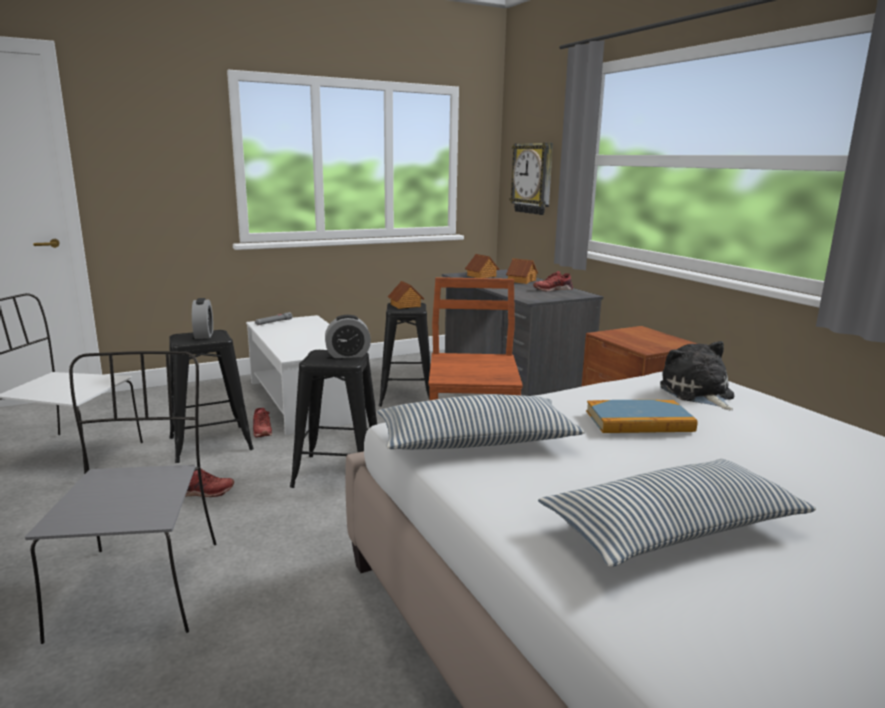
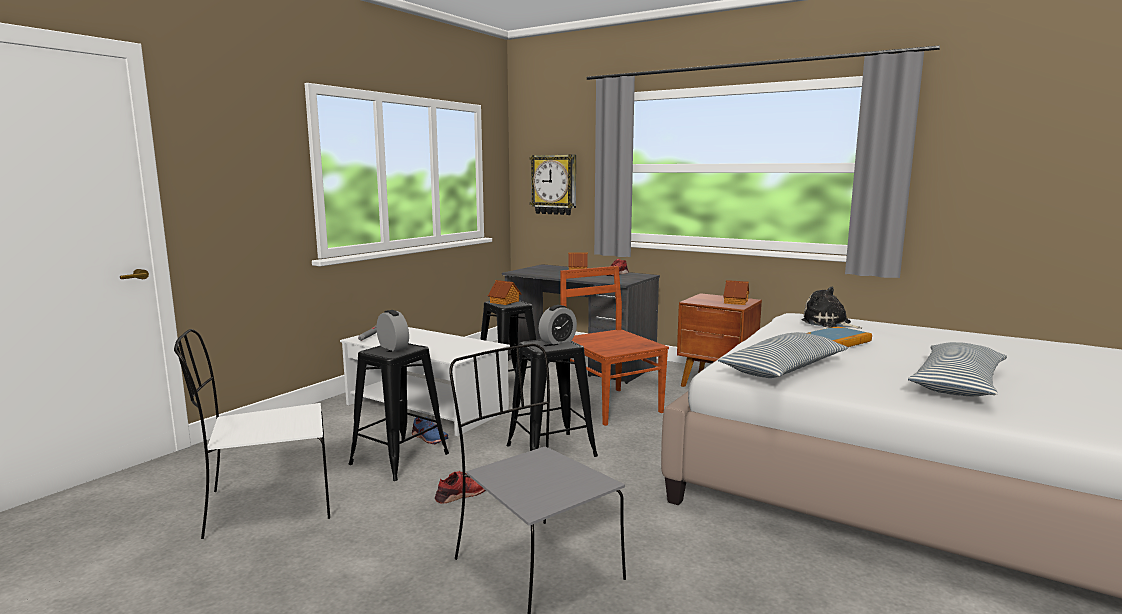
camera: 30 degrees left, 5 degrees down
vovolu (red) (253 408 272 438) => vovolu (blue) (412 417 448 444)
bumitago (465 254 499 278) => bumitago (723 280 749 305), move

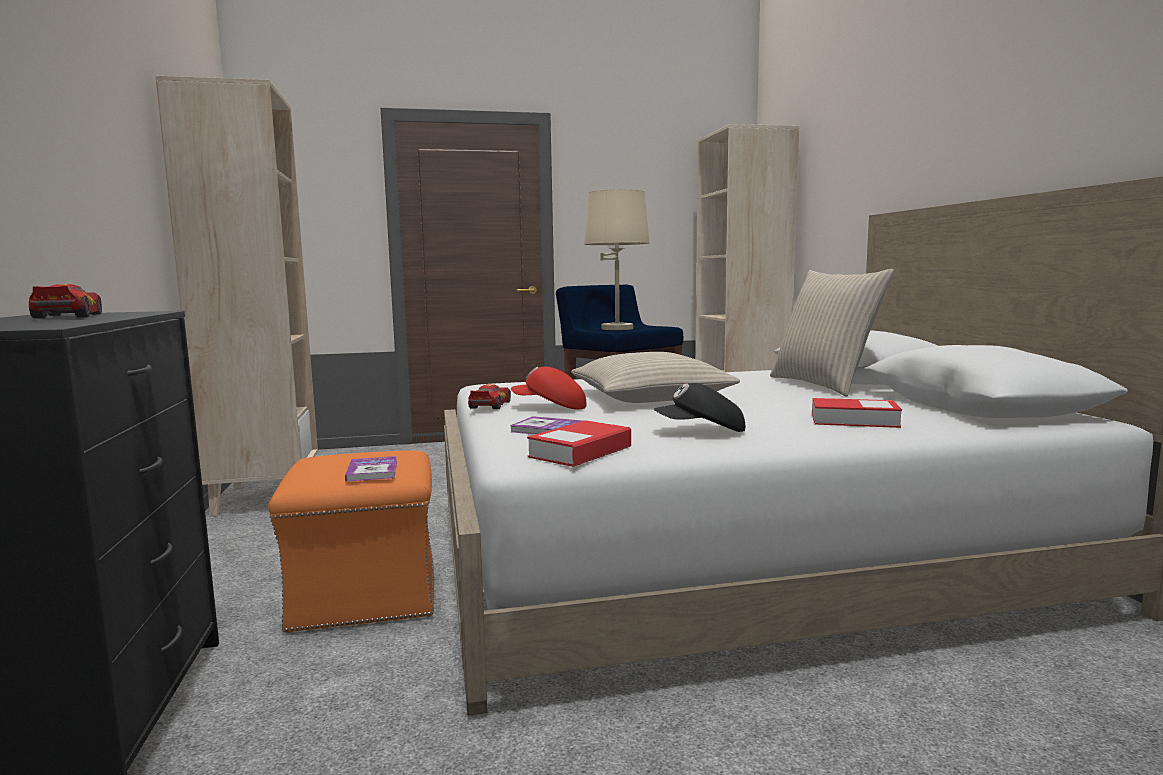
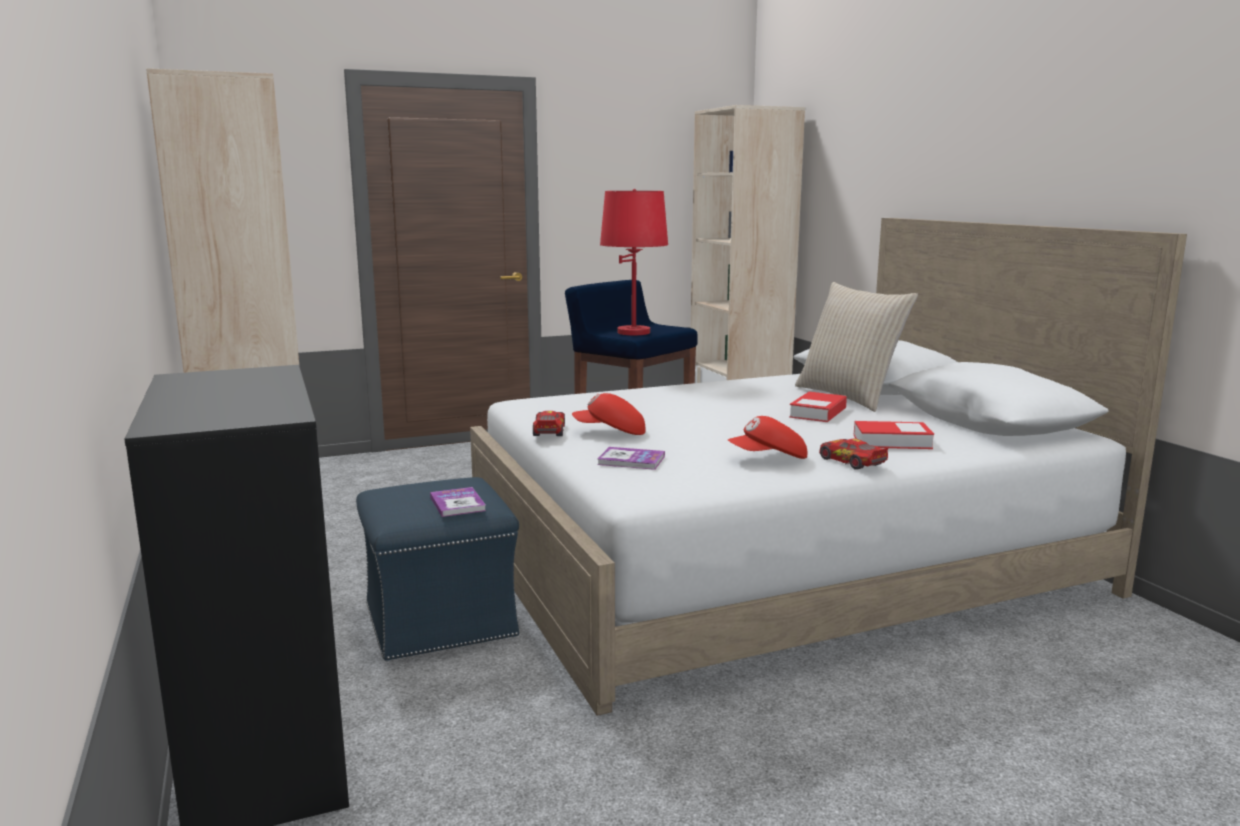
camera: 10 degrees left, 5 degrees up
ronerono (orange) (268 451 434 633) => ronerono (blue) (356 477 520 661)
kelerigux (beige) (584 189 650 330) => kelerigux (red) (600 189 668 335)
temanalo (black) (654 383 745 432) => temanalo (red) (728 416 807 459)
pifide (527 421 631 467) => pifide (789 392 847 422), move
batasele (29 284 102 319) => batasele (819 438 888 470), move
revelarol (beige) (571 352 740 403) => nothing

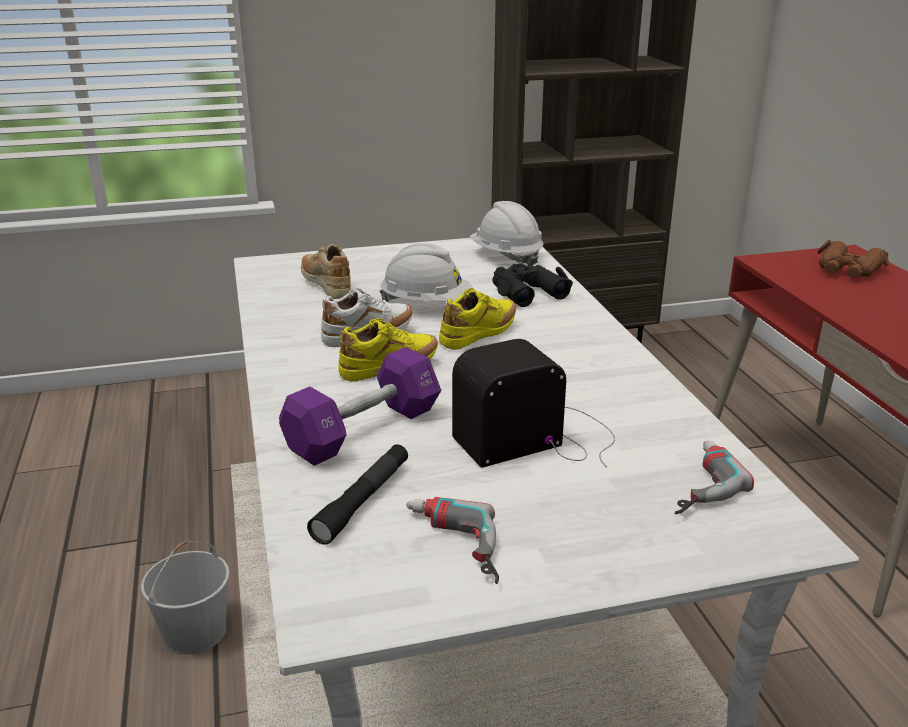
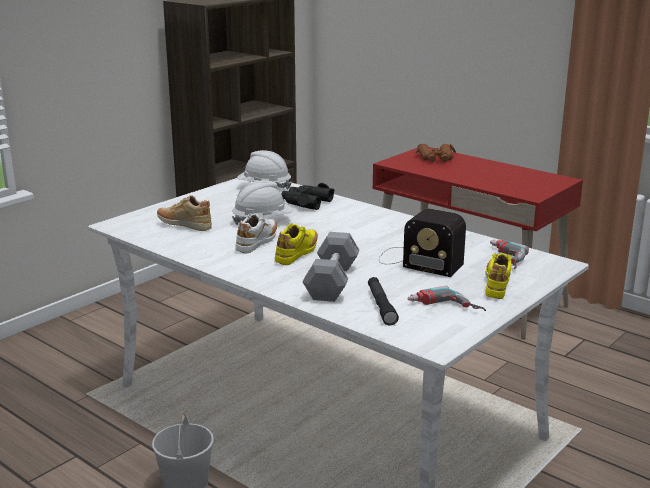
camera: 35 degrees left, 5 degrees down
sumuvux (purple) (279 347 441 466) => sumuvux (grey) (303 232 359 302)
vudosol (452 339 615 468) => vudosol (379 209 466 277), 90 degrees counterclockwise
vovolu (yellow) (439 288 516 350) => vovolu (yellow) (485 253 512 299), move

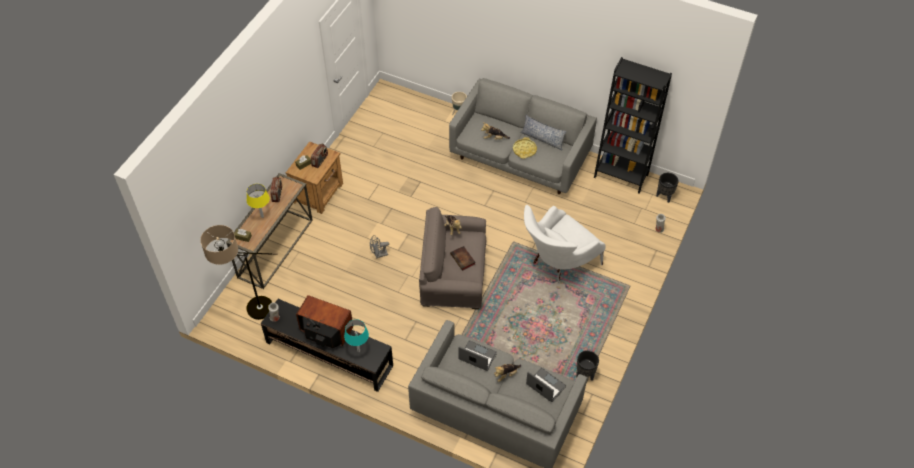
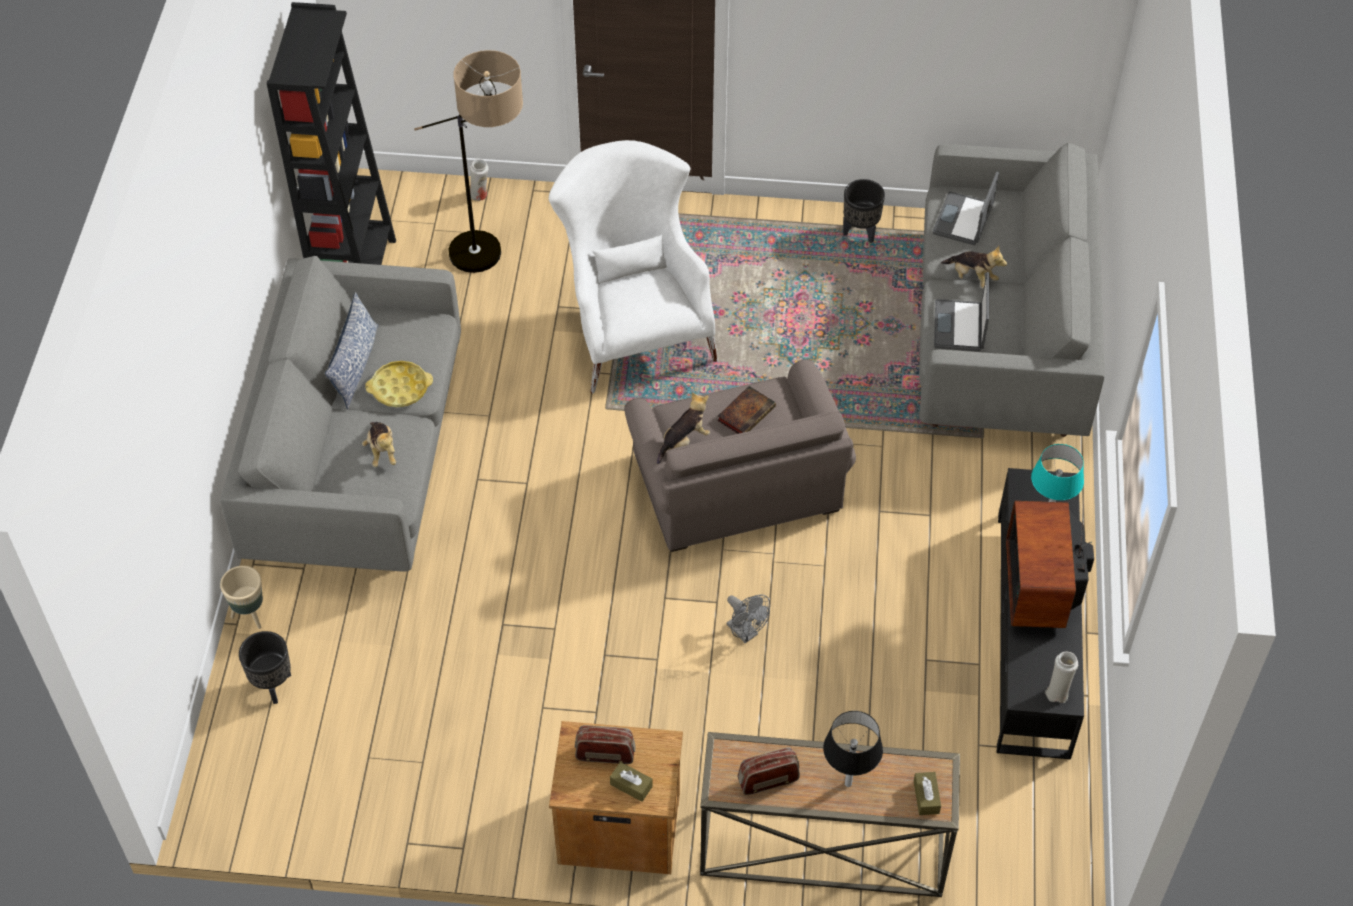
camera: 110 degrees left, 0 degrees up
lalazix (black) (656 173 679 203) => lalazix (black) (239 631 291 704), move
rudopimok (200 225 278 320) => rudopimok (414 50 523 273), move
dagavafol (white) (524 205 606 284) => dagavafol (white) (549 140 718 394), 135 degrees counterclockwise
kelerigux (yellow) (247 184 270 218) => kelerigux (black) (823 711 883 787)

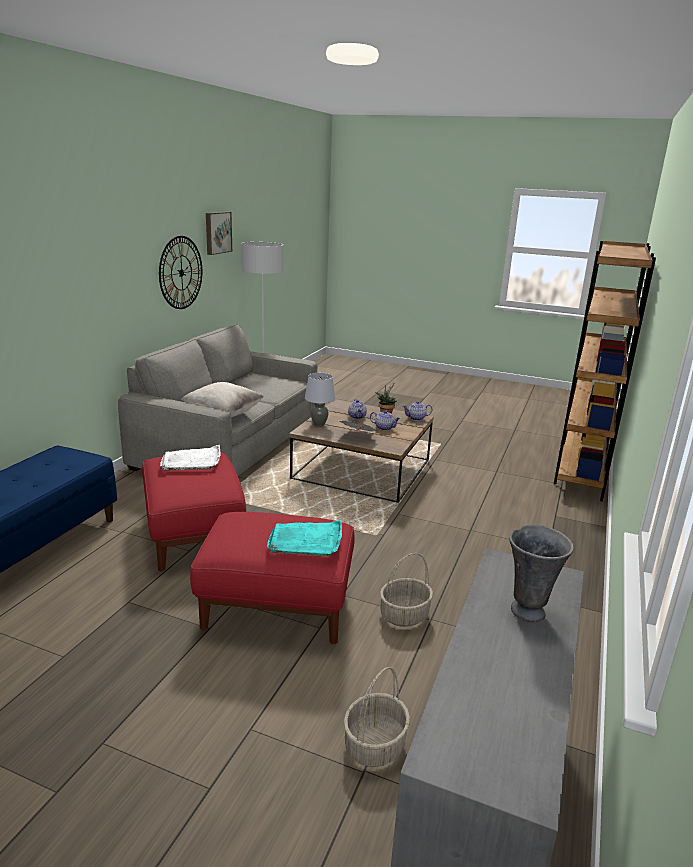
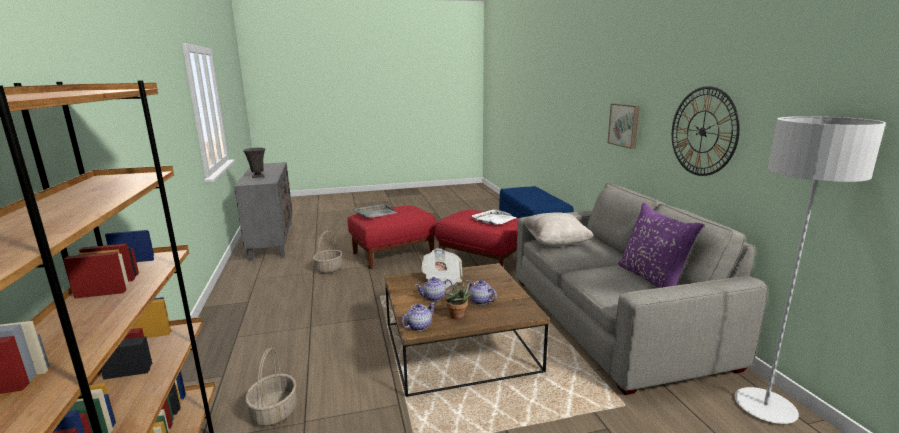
camera: 145 degrees right, 5 degrees down
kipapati (344 667 410 767) => kipapati (245 348 297 426), move
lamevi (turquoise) (267 520 342 557) => lamevi (grey) (355 204 397 218)
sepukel (206 212 232 255) => sepukel (608 104 640 149), move
nothing => revelarol (purple) (618 202 704 288)
kelerigux (grey) (305 373 335 426) => nothing

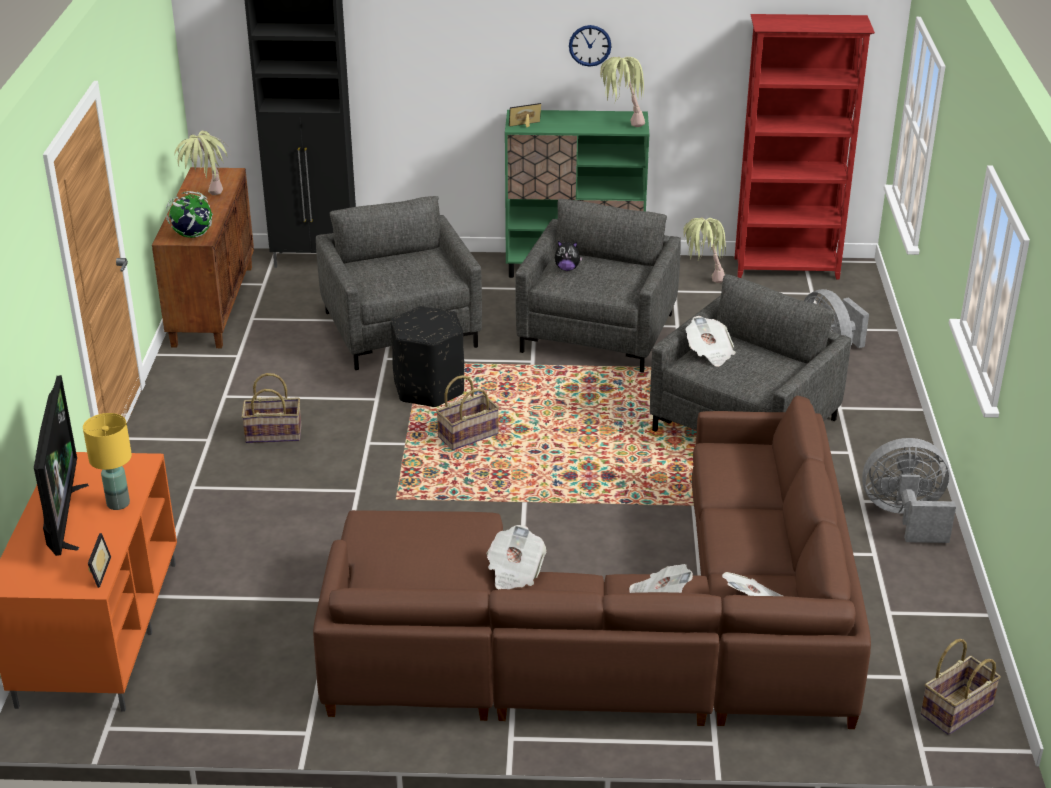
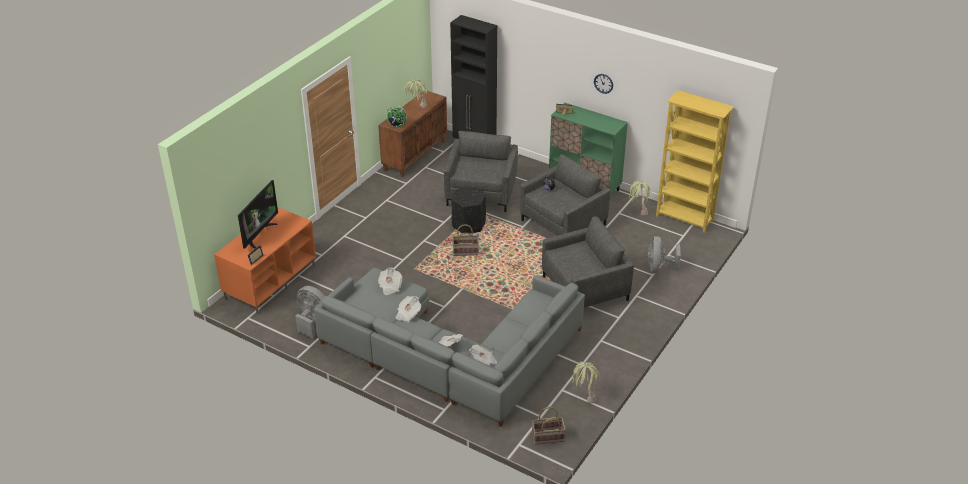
camera: 30 degrees right, 5 degrees up
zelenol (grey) (862 438 956 543) => zelenol (grey) (295 286 325 338), move
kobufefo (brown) (313 396 871 729) => kobufefo (grey) (314 268 585 427)
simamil (686 316 736 367) => simamil (378 268 402 295), move
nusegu (600 57 645 127) => nusegu (572 362 600 403), move
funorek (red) (735 14 875 280) => funorek (yellow) (656 90 734 233)
kelerigux (yellow) (83 413 132 510) => nothing
kipapati (241 373 301 443) => nothing

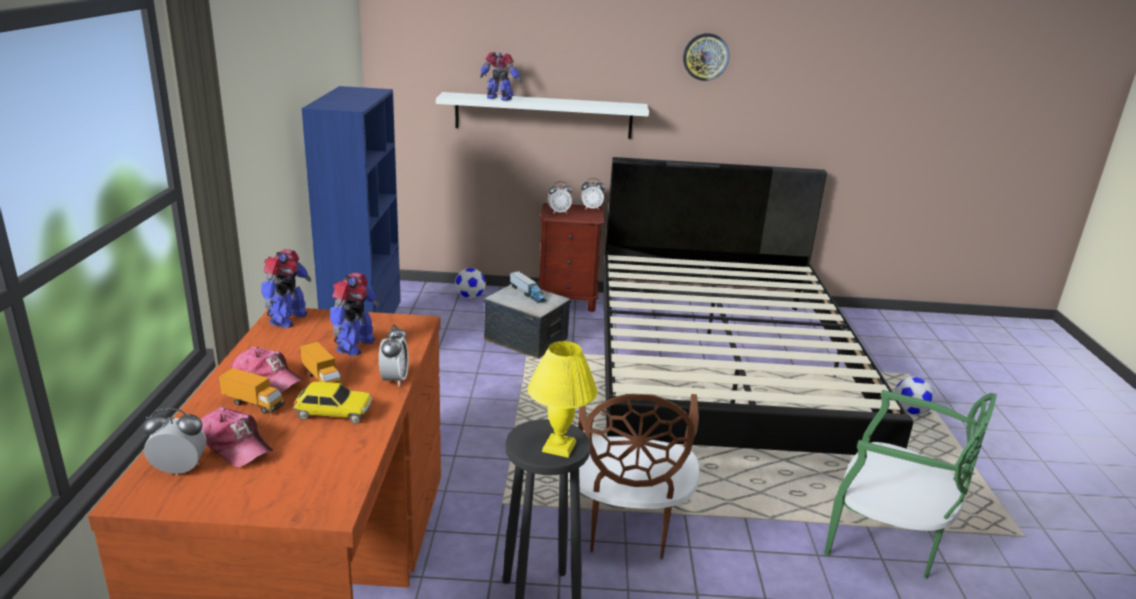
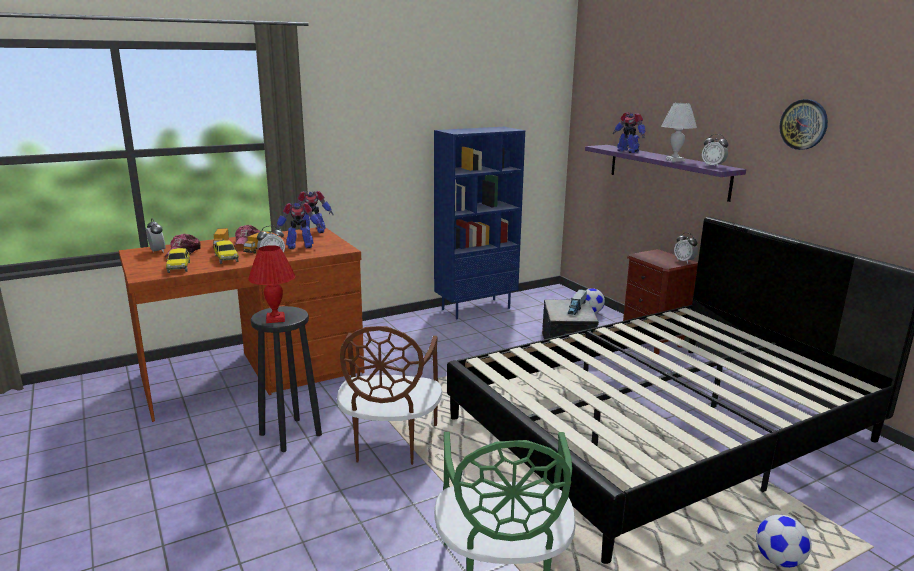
camera: 60 degrees right, 5 degrees down
nothing => batasele (166 248 190 273)
kelerigux (yellow) (528 341 598 458) => kelerigux (red) (248 245 296 323)
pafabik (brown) (568 394 700 559) => pafabik (brown) (337 326 442 465), 60 degrees counterclockwise
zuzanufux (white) (436 92 649 139) => zuzanufux (purple) (585 145 746 202)
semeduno (480 52 522 101) => semeduno (613 113 646 153), 150 degrees clockwise
nothing => kelerigux (white) (662 103 697 162)
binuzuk (547 181 572 214) => binuzuk (702 134 728 167), move

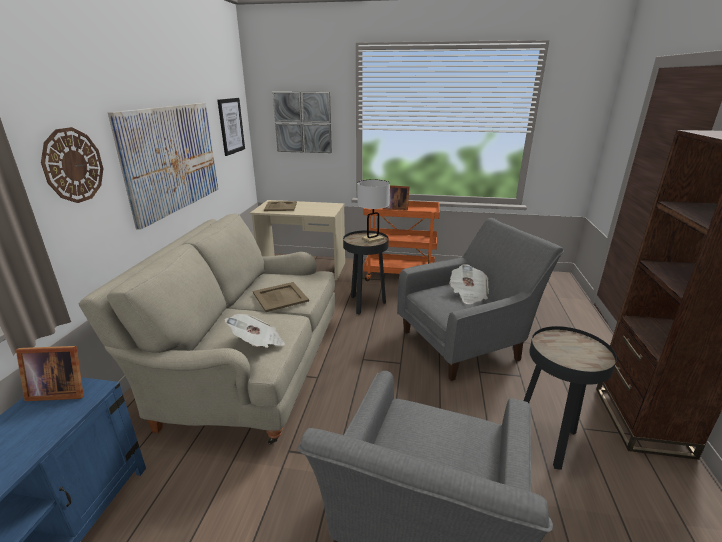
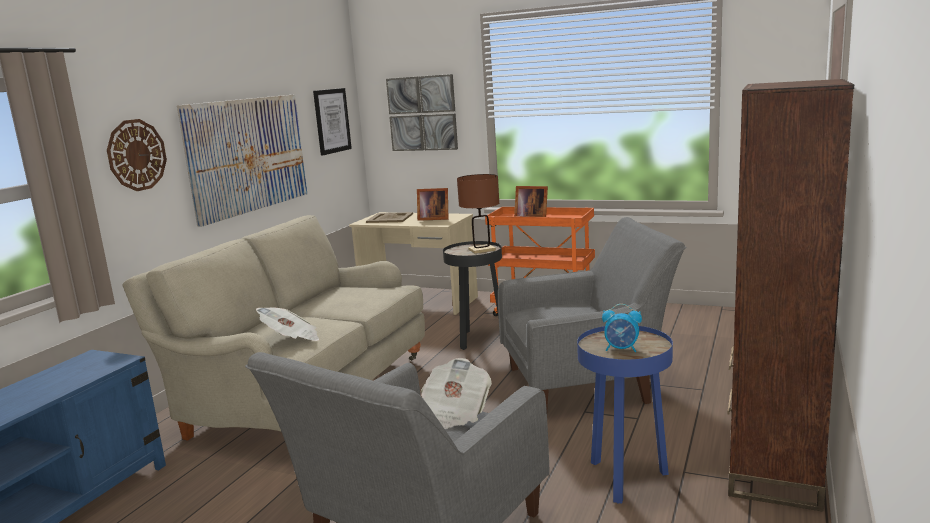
camera: 15 degrees right, 10 degrees down
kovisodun (16 346 84 401) => kovisodun (417 188 448 221), move
simamil (449 264 489 304) => simamil (421 358 492 429), move
kelerigux (white) (357 179 390 243) => kelerigux (brown) (457 174 499 253)
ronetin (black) (523 326 617 470) => ronetin (blue) (577 326 673 504)
nothing => binuzuk (602 304 642 352)
lamevi (beige) (253 282 309 312) => nothing

